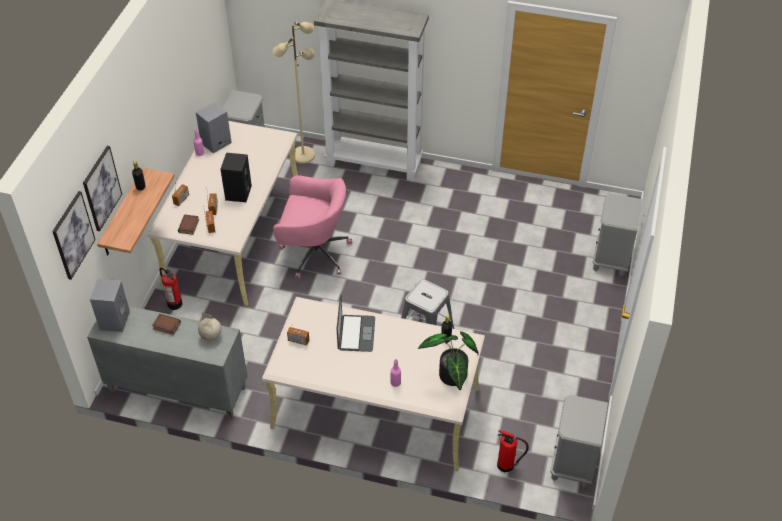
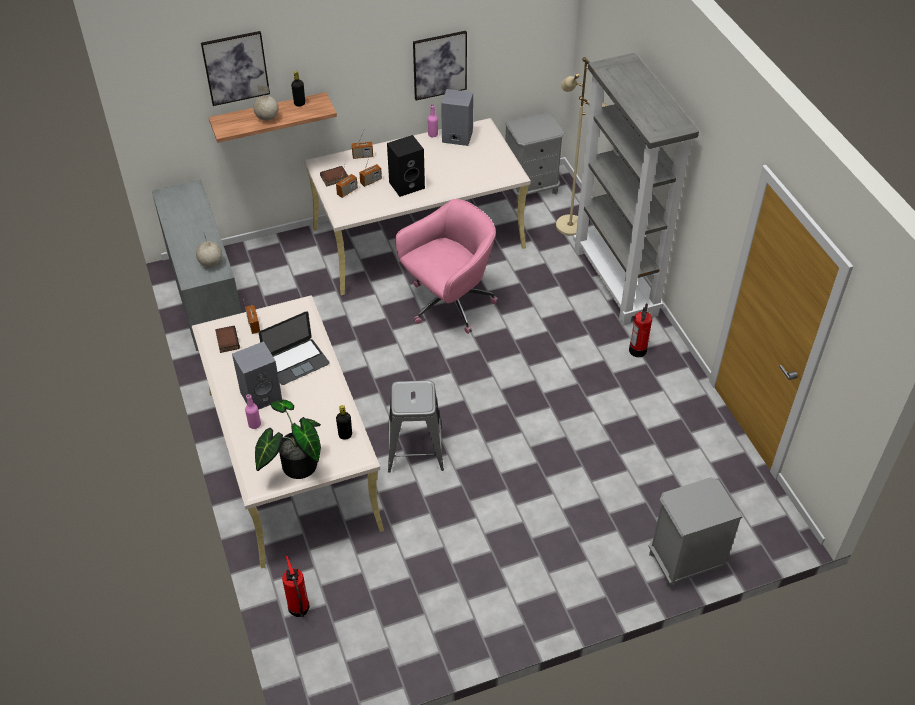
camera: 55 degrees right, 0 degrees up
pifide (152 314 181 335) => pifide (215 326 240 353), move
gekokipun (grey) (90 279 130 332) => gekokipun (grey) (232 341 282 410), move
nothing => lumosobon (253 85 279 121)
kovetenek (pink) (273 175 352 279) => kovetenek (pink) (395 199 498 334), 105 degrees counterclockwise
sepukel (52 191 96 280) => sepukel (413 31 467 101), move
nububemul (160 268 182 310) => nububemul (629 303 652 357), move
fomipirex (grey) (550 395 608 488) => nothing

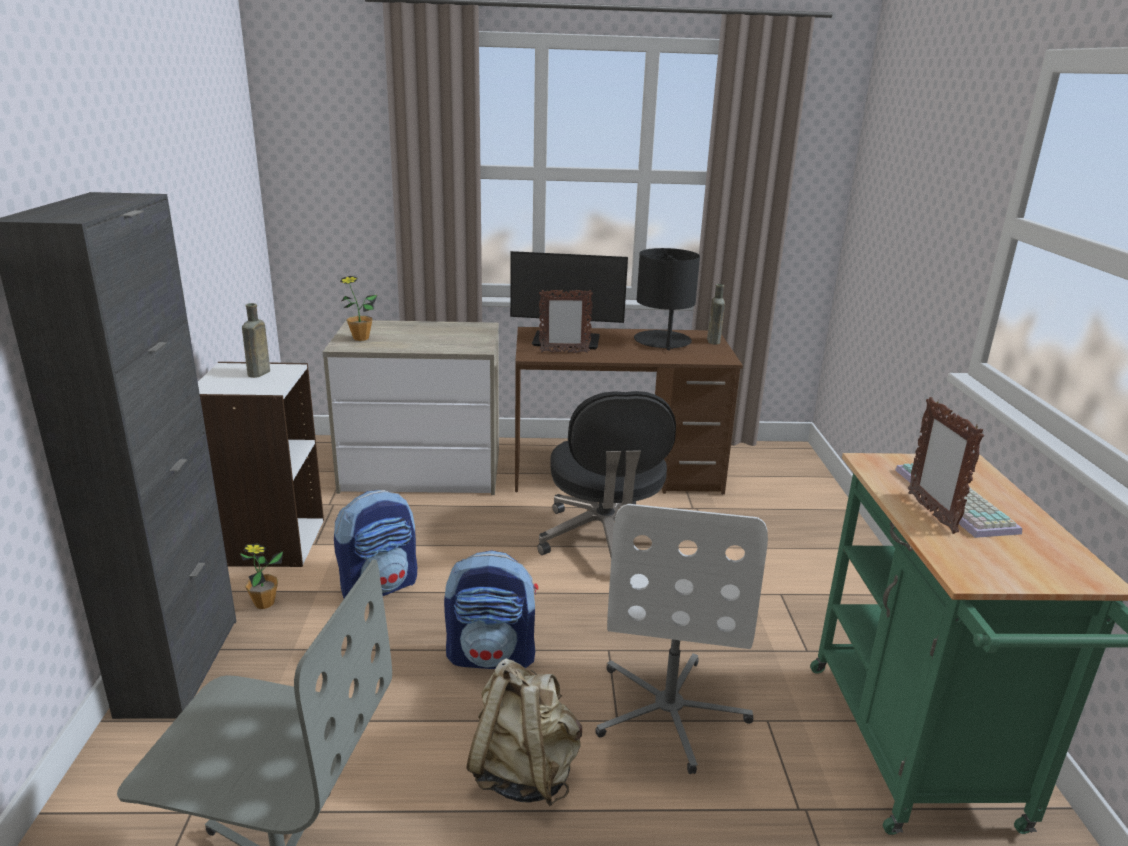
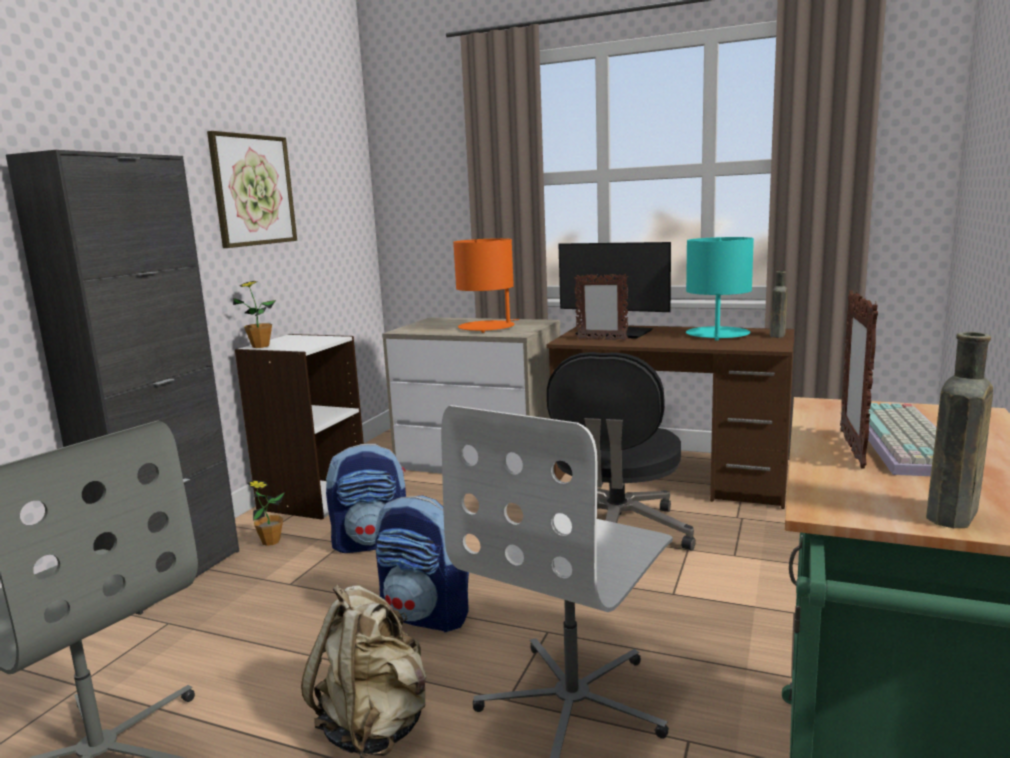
camera: 25 degrees right, 10 degrees down
nothing => sepukel (207 131 297 248)
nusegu (340 276 377 341) => nusegu (233 281 276 348), move
nothing => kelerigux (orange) (453 238 519 333)
kelerigux (black) (634 248 700 350) => kelerigux (turquoise) (686 237 754 341)
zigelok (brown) (242 303 270 378) => zigelok (brown) (926 332 993 528), move

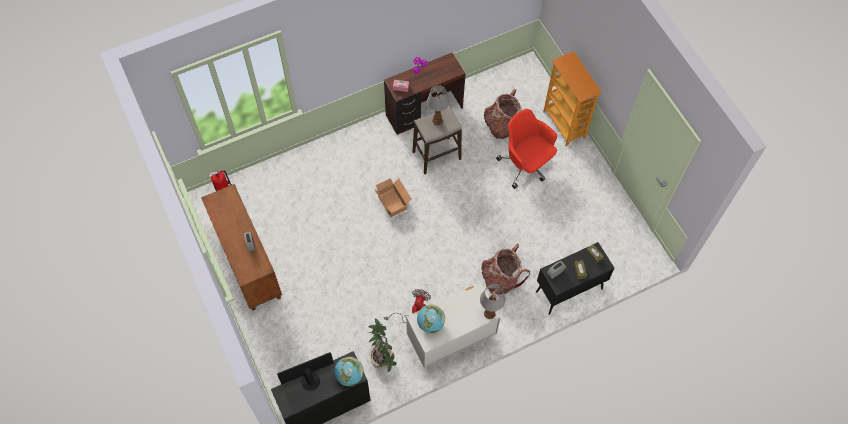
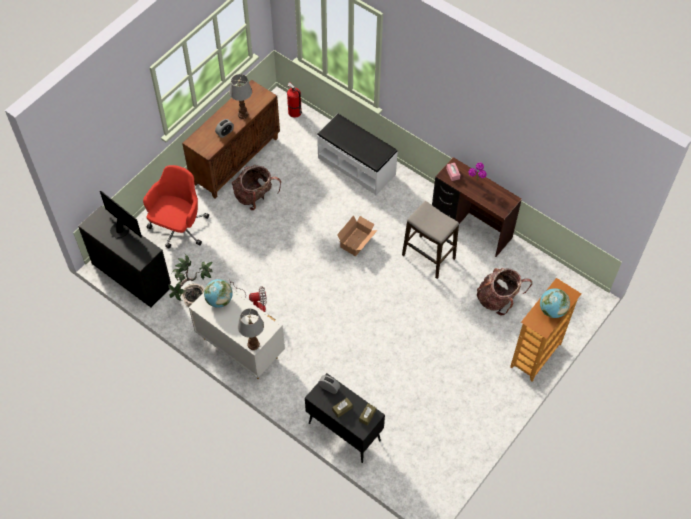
camera: 65 degrees right, 5 degrees down
kovetenek (red) (496 109 557 189) => kovetenek (red) (143 165 209 249), move
kelerigux (427 85 450 125) => kelerigux (229 74 252 119), move
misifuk (482 244 530 295) => misifuk (232 165 281 210), move
nothing => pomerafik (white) (317 113 398 195)
lumosobon (334 357 364 386) => lumosobon (540 288 570 318), move

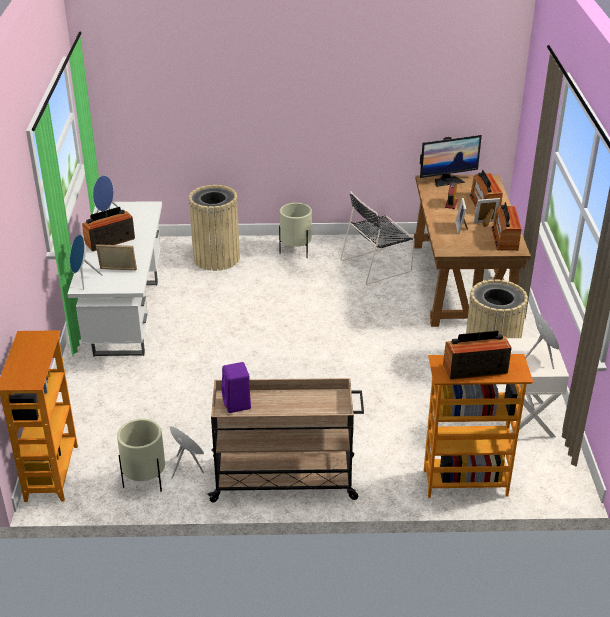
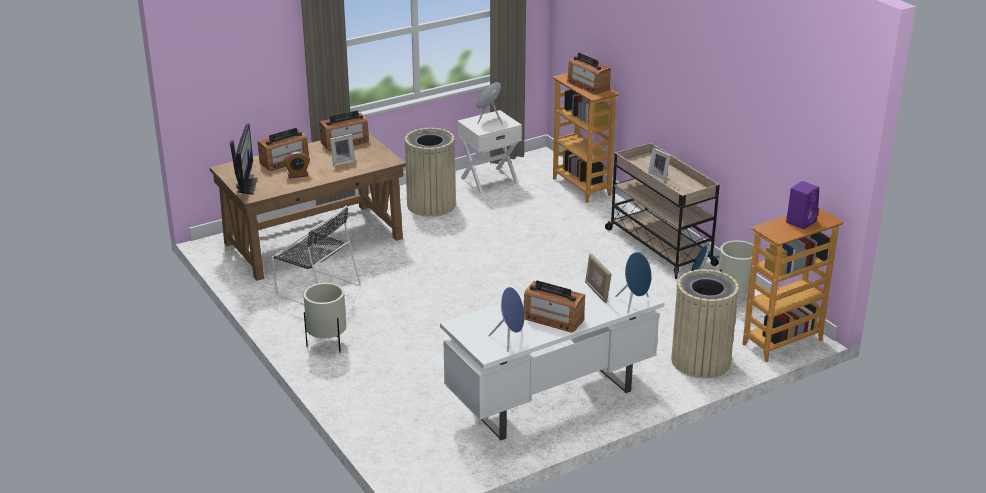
camera: 120 degrees left, 5 degrees down
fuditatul (420 135 482 187) => fuditatul (230 123 257 195), 45 degrees clockwise
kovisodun (474 198 500 227) => kovisodun (648 147 671 183), move
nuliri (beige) (189 185 240 271) => nuliri (beige) (671 269 739 378), move
gekokipun (purple) (221 362 251 413) => gekokipun (purple) (786 181 819 229), move

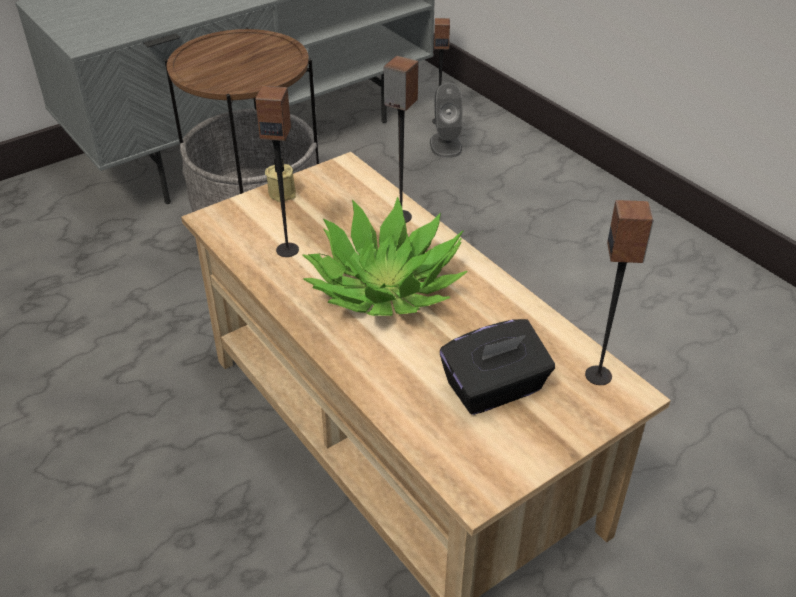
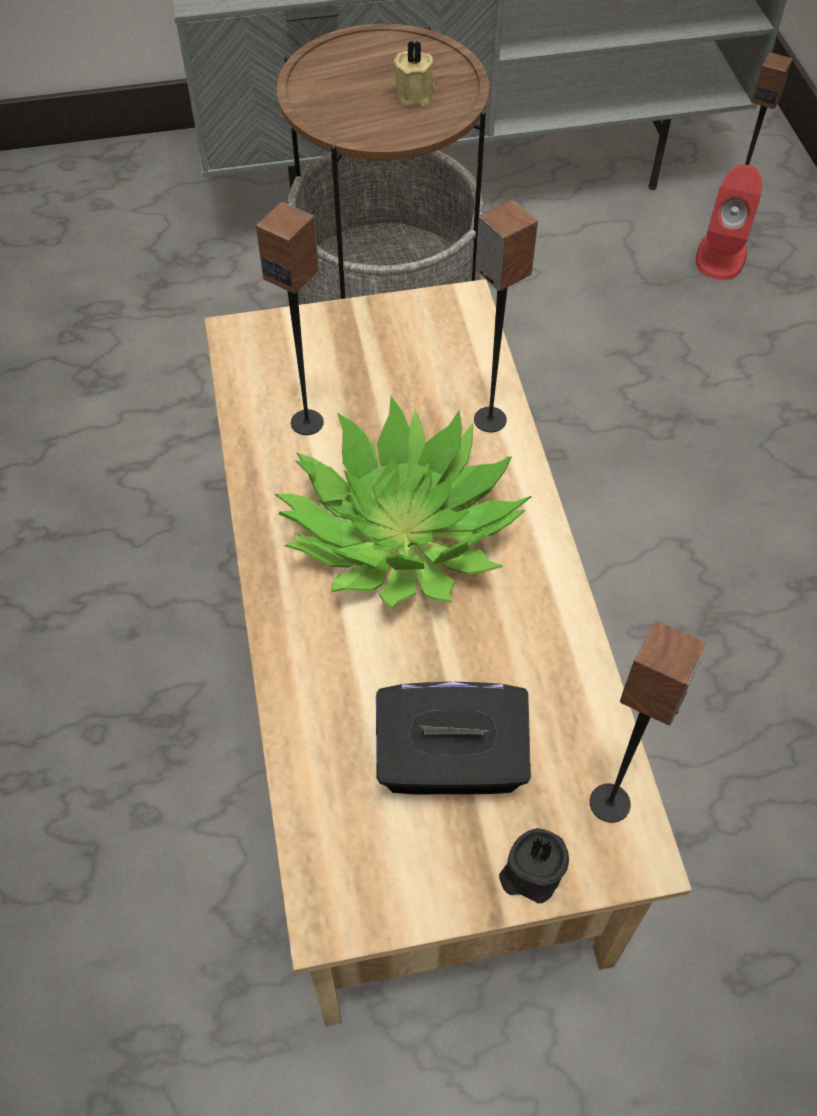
camera: 25 degrees right, 15 degrees up
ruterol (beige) (265 158 296 202) => ruterol (beige) (394 40 435 106), move
nothing => ruterol (black) (499 828 569 903)
gekokipun (grey) (430 83 463 158) => gekokipun (red) (696 165 762 280)

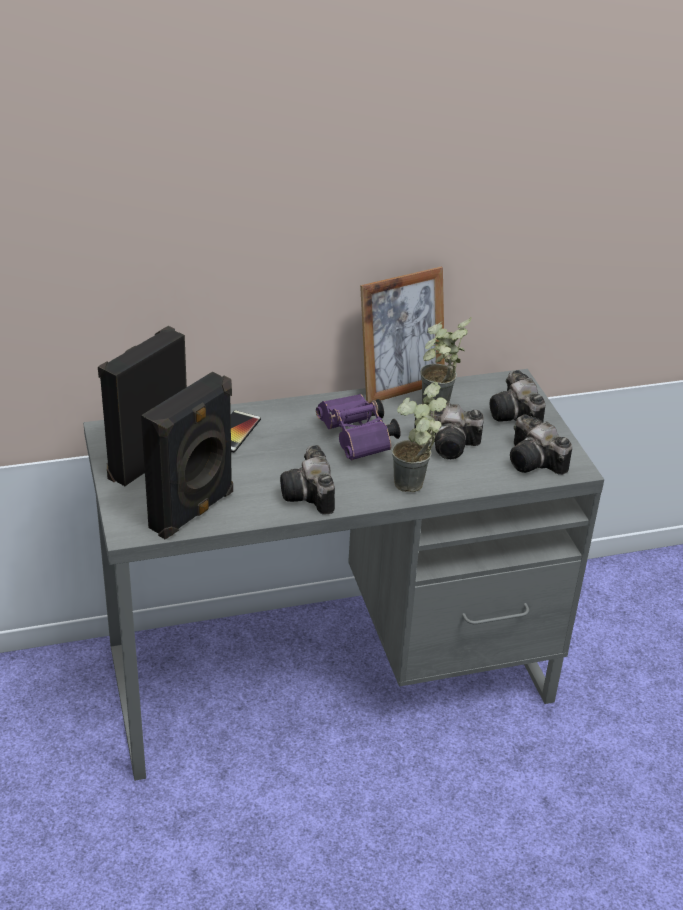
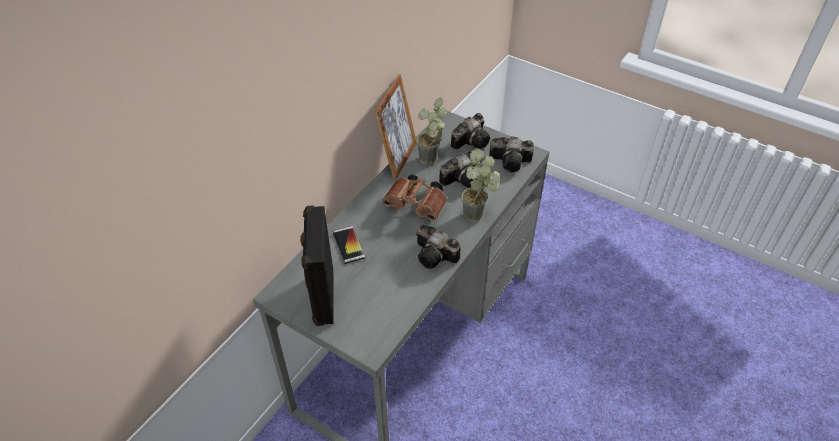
camera: 40 degrees left, 10 degrees up
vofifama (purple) (316 394 400 460) => vofifama (brown) (382 175 447 221)
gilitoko (490 370 545 422) => gilitoko (451 113 490 150), 75 degrees counterclockwise
gekokipun (black) (141 372 233 539) => nothing

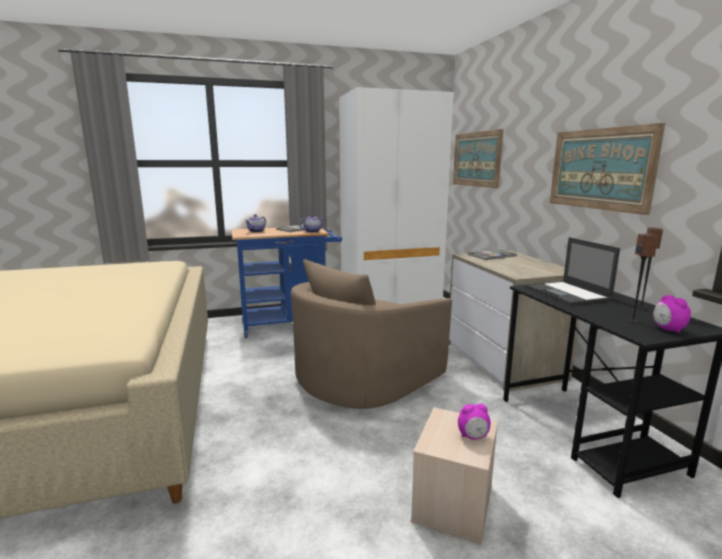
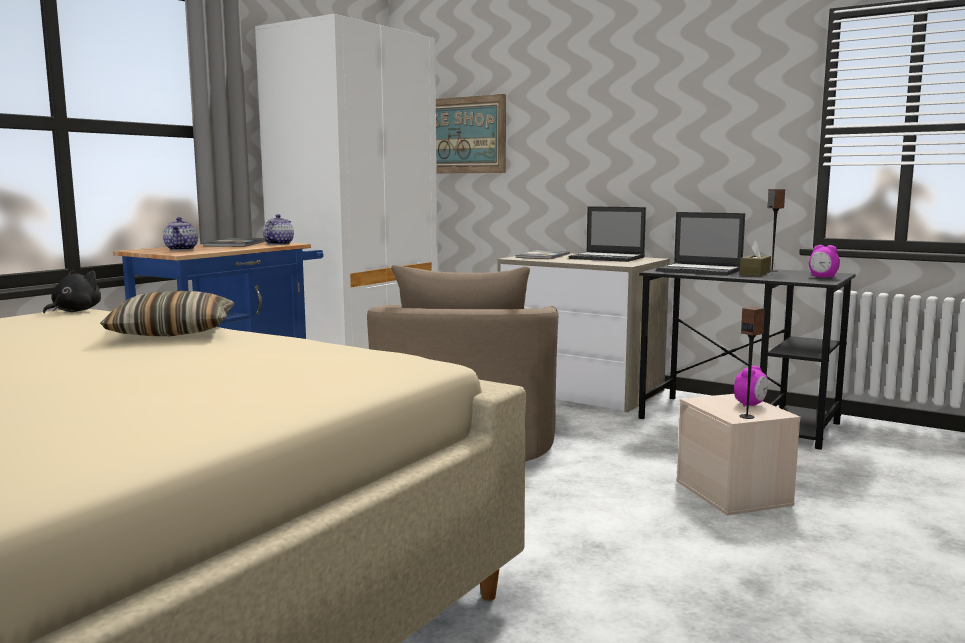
camera: 40 degrees left, 5 degrees down
nothing => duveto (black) (43 270 101 313)
nothing => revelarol (100 291 234 336)
nothing => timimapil (569 206 646 262)
nothing => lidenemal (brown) (740 241 771 276)
gekokipun (627 234 658 323) => gekokipun (740 307 765 419), move
sepukel (550 123 665 215) => nothing

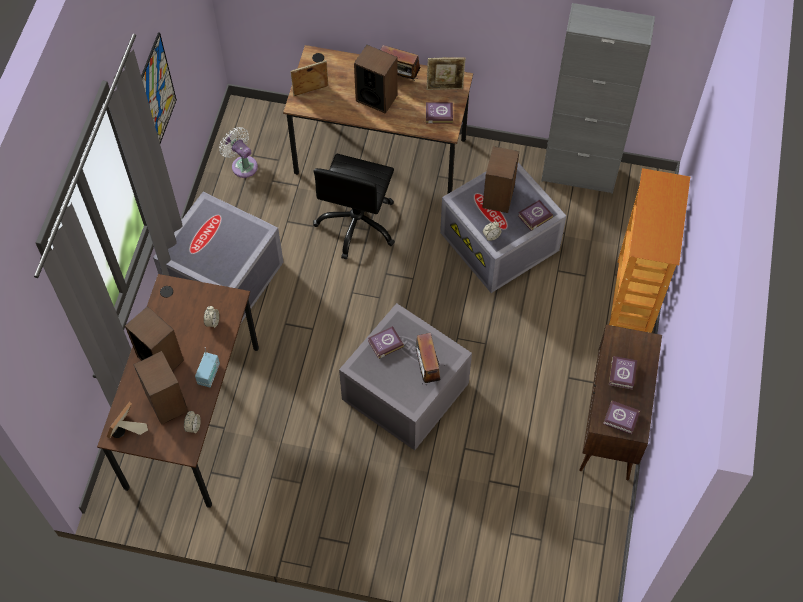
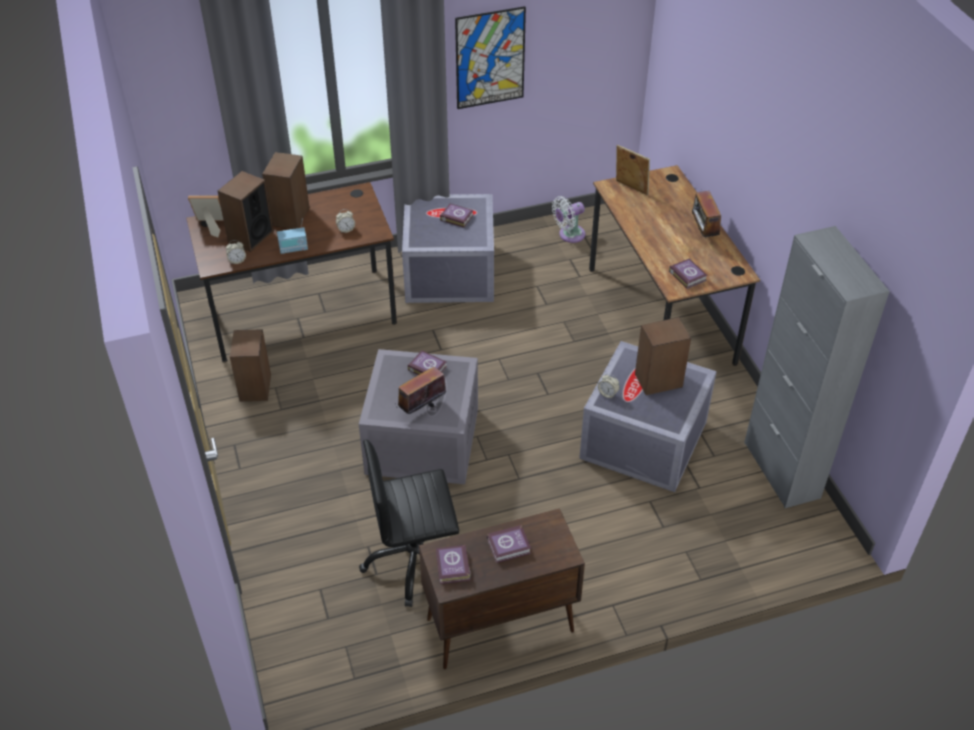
camera: 60 degrees right, 15 degrees down
gekokipun (354 45 398 114) => gekokipun (230 329 271 401), move
kovetenek (black) (313 154 395 260) => kovetenek (black) (359 440 459 607), move
pifide (518 200 553 231) => pifide (440 203 474 228), move
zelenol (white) (219 127 258 178) => zelenol (white) (552 196 585 243), 135 degrees counterclockwise
kovisodun (426 57 466 90) => nothing
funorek (609 168 690 333) => nothing

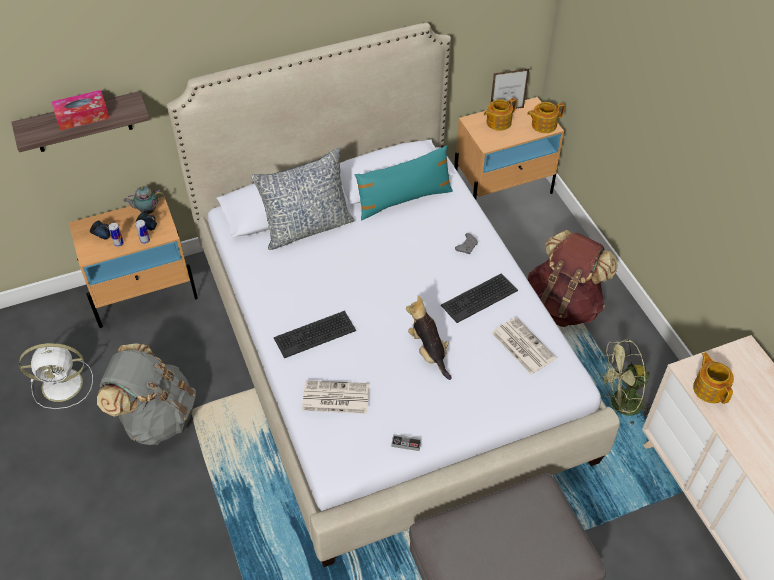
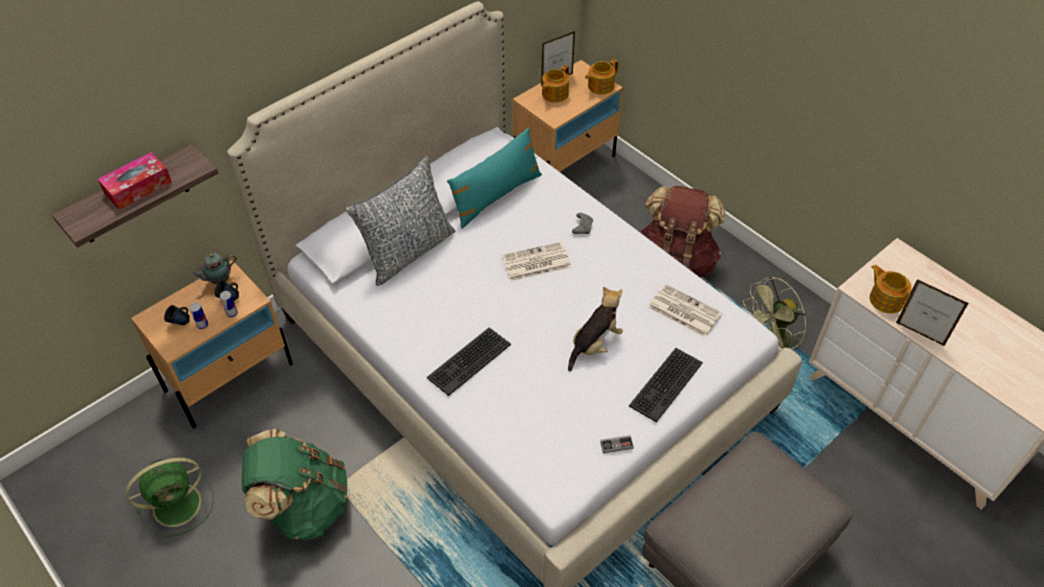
camera: 20 degrees left, 0 degrees up
zelenol (white) (19 343 93 409) => zelenol (green) (126 458 214 537)
misifuk (grey) (97 344 196 445) => misifuk (green) (242 429 347 540)
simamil (302 380 369 414) => simamil (502 242 571 281), move
duveto (406 296 452 380) => duveto (568 287 623 371), 90 degrees clockwise
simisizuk (441 274 518 323) => simisizuk (629 348 703 422), move
nothing => kovisodun (896 279 969 346)

